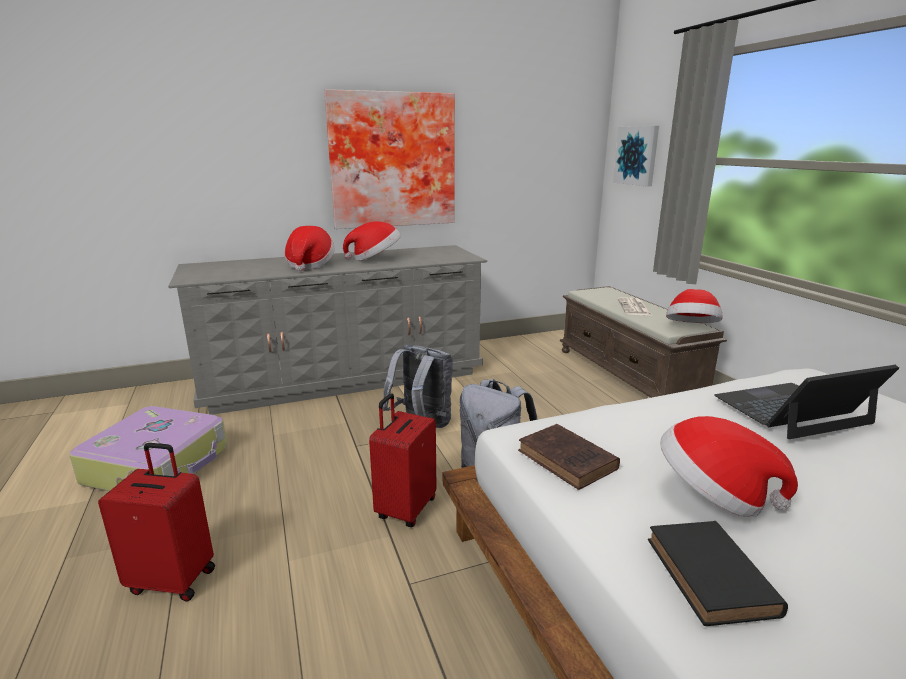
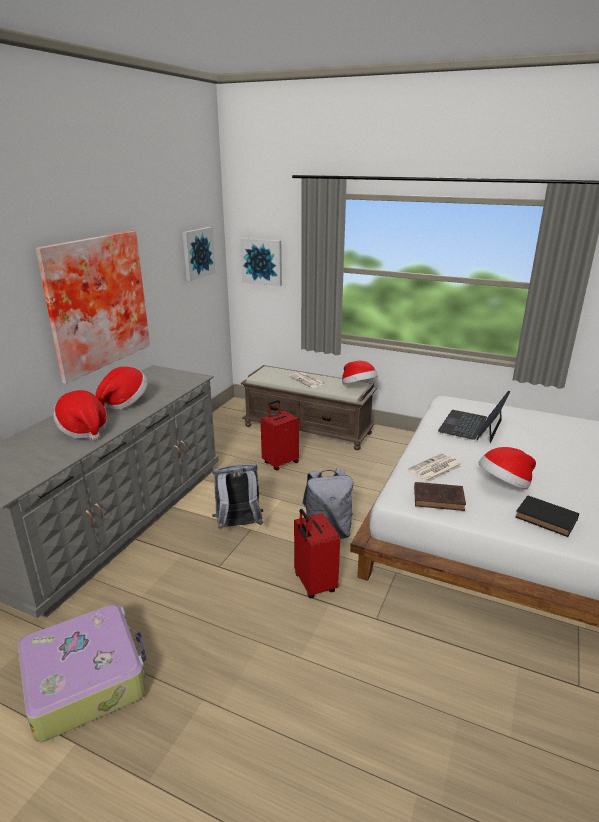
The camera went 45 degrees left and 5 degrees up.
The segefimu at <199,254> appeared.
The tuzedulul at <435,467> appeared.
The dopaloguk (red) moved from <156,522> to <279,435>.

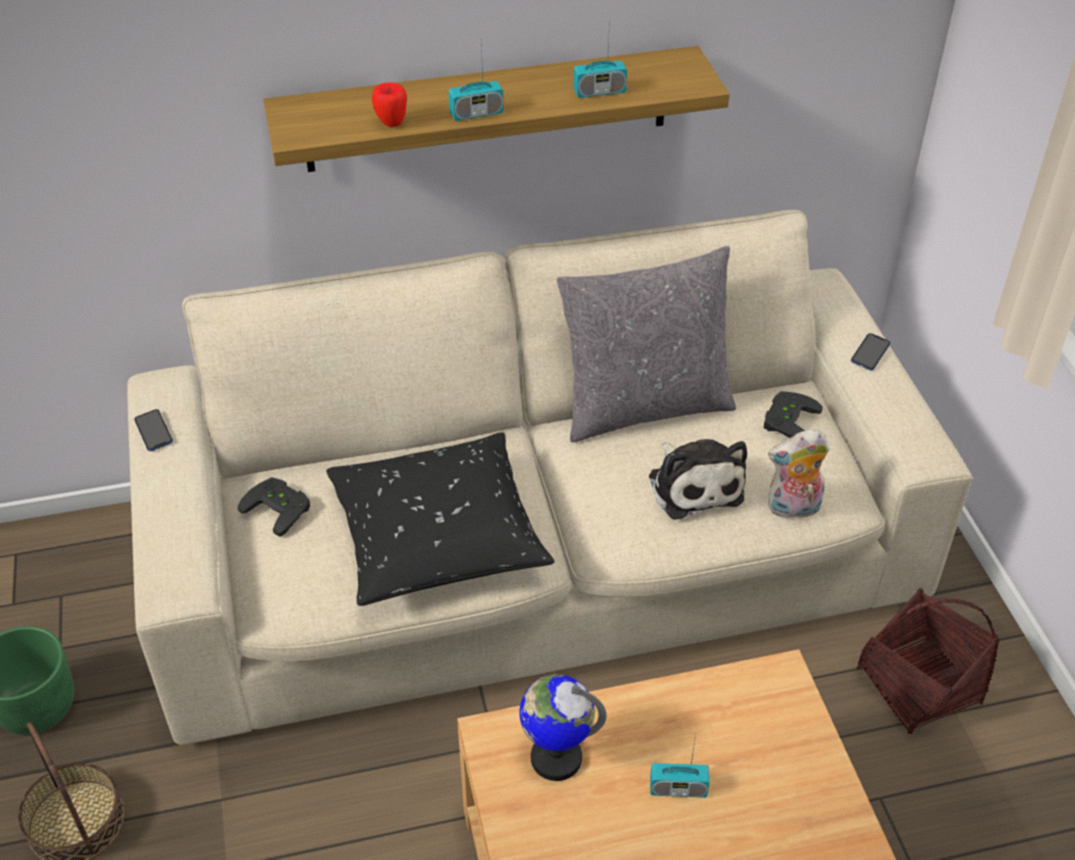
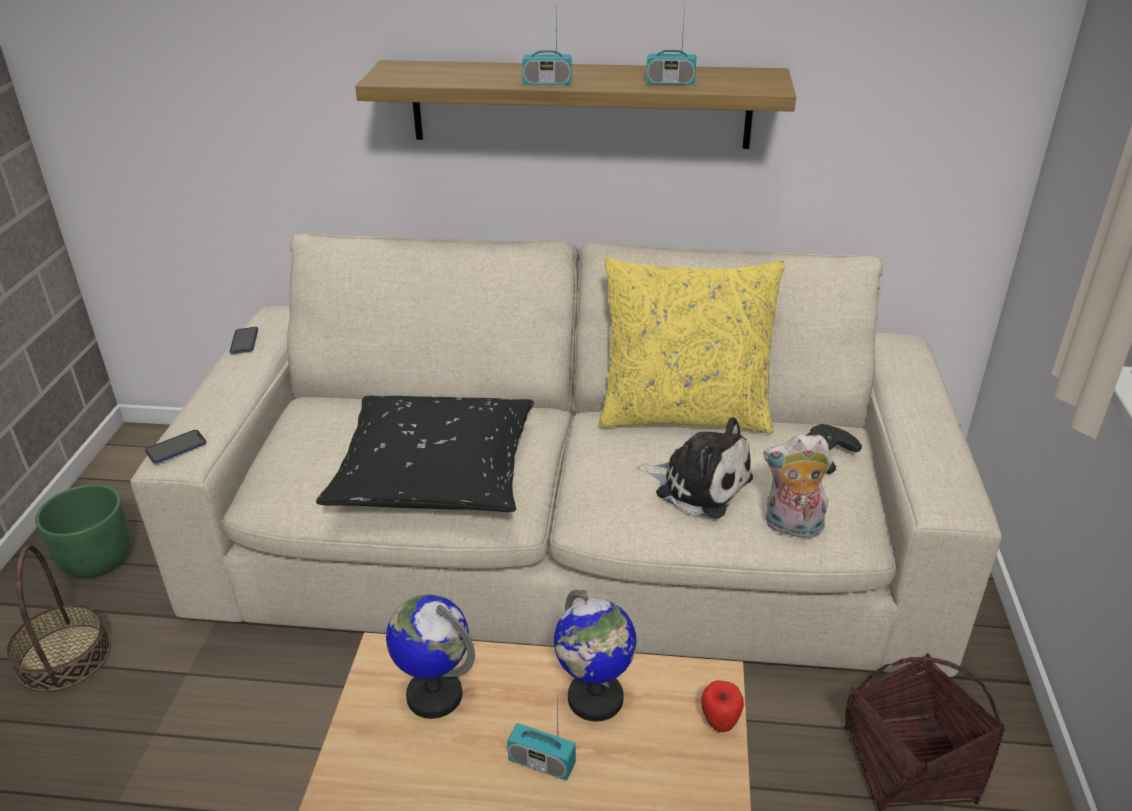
The camera went 20 degrees right and 10 degrees down.
The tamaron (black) at <274,507> disappeared.
The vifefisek at <595,656> appeared.
The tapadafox moved from <389,105> to <722,706>.
The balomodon moved from <870,351> to <175,447>.
The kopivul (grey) at <646,344> became the kopivul (yellow) at <692,346>.
The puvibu at <698,479> turned 60 degrees counterclockwise.

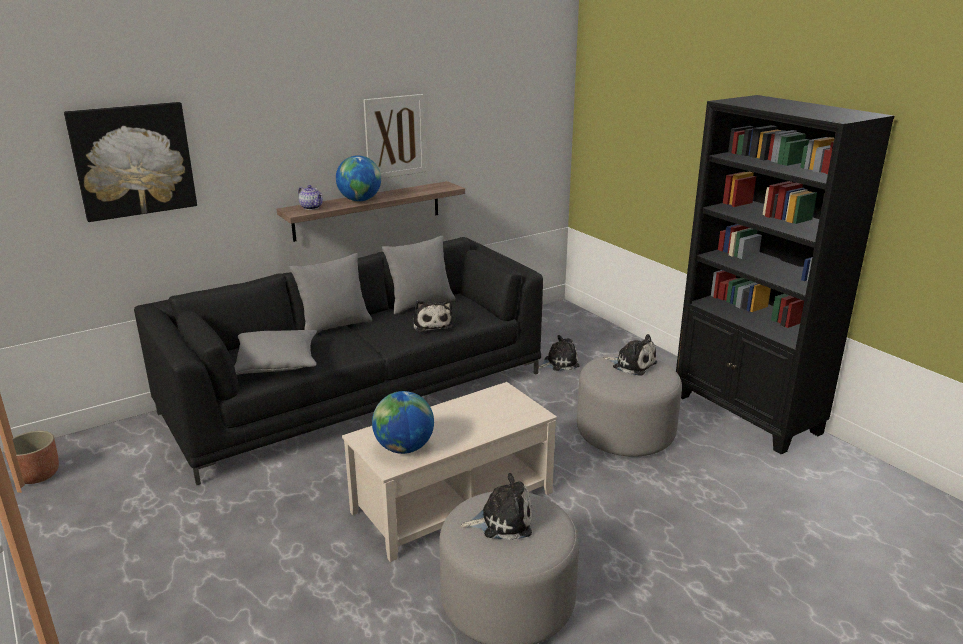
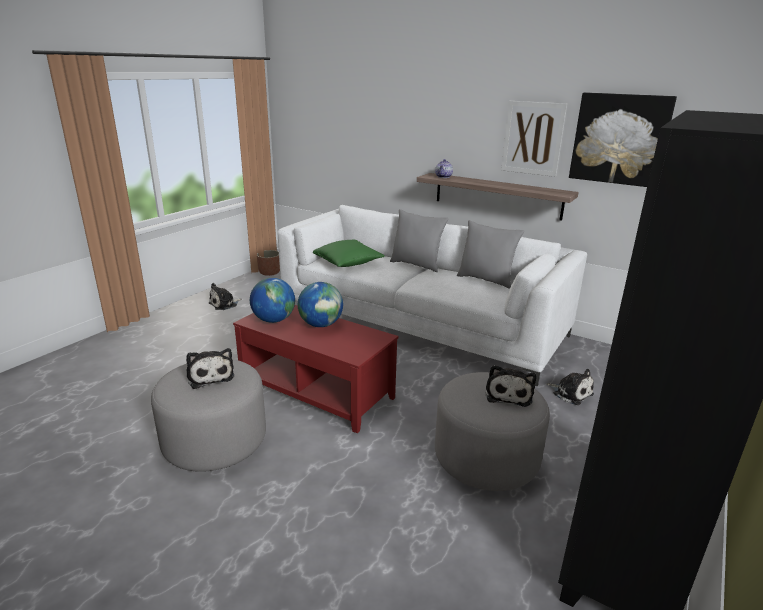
The camera went 65 degrees right and 0 degrees up.
The segefimu moved from <130,162> to <623,139>.
The vifefisek moved from <358,178> to <320,304>.
The puvibu moved from <433,316> to <225,296>.
The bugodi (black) at <338,361> became the bugodi (white) at <432,295>.
The kopivul (grey) at <275,352> became the kopivul (green) at <349,253>.
The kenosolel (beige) at <449,472> became the kenosolel (red) at <315,369>.

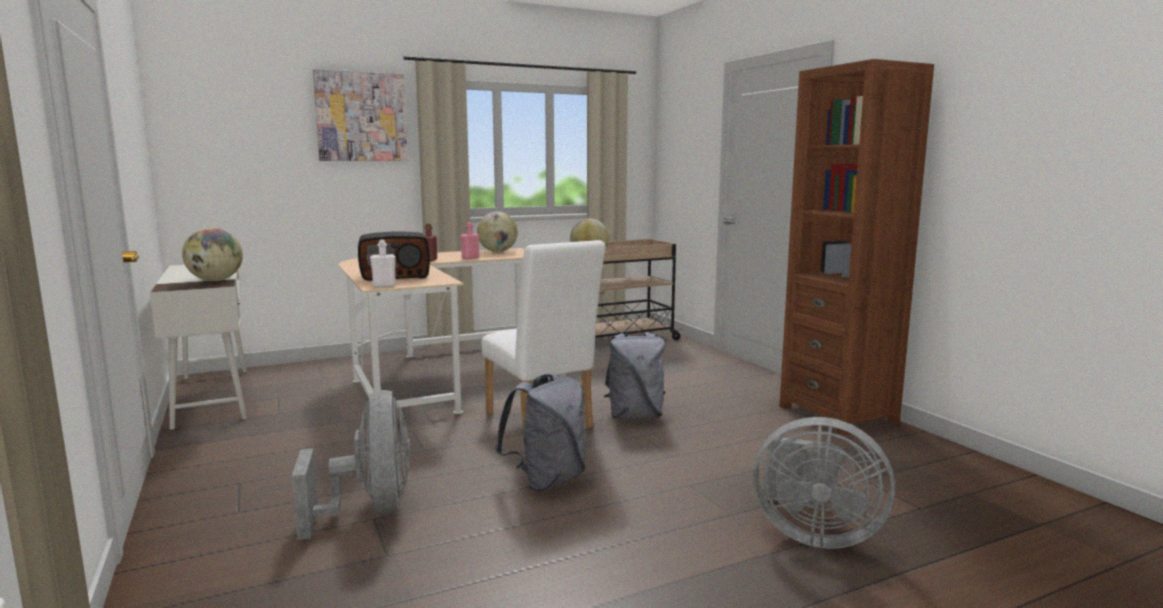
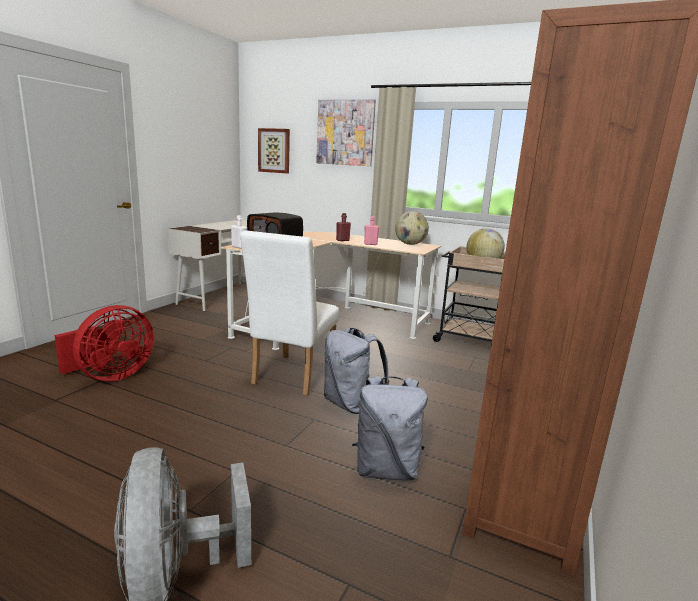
The camera went 50 degrees right and 5 degrees up.
The vifefisek at <212,254> disappeared.
The segefimu at <274,151> appeared.
The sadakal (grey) moved from <540,433> to <389,428>.
The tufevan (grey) at <351,465> became the tufevan (red) at <104,343>.

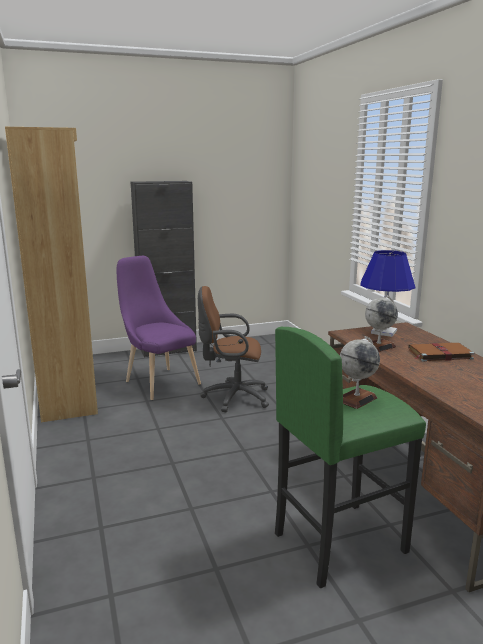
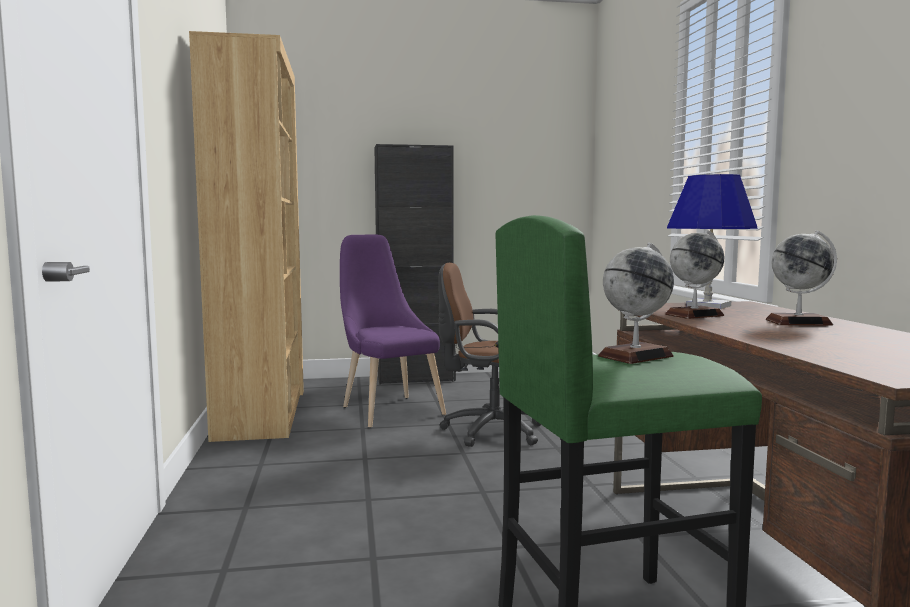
The camera went 10 degrees right and 10 degrees down.
The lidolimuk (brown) at <441,352> was replaced by the vifefisek at <801,278>.

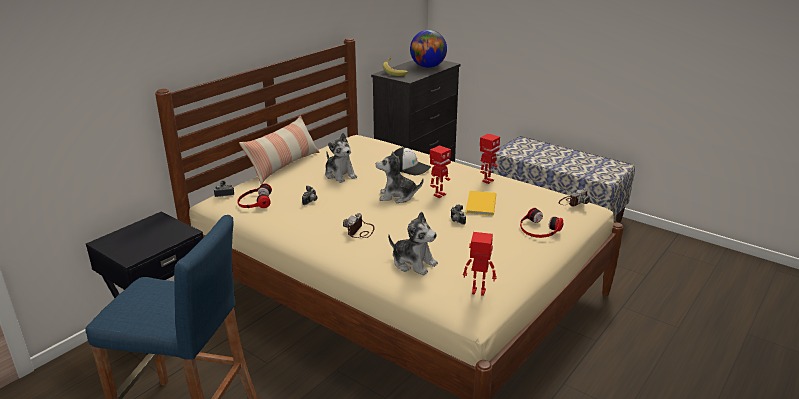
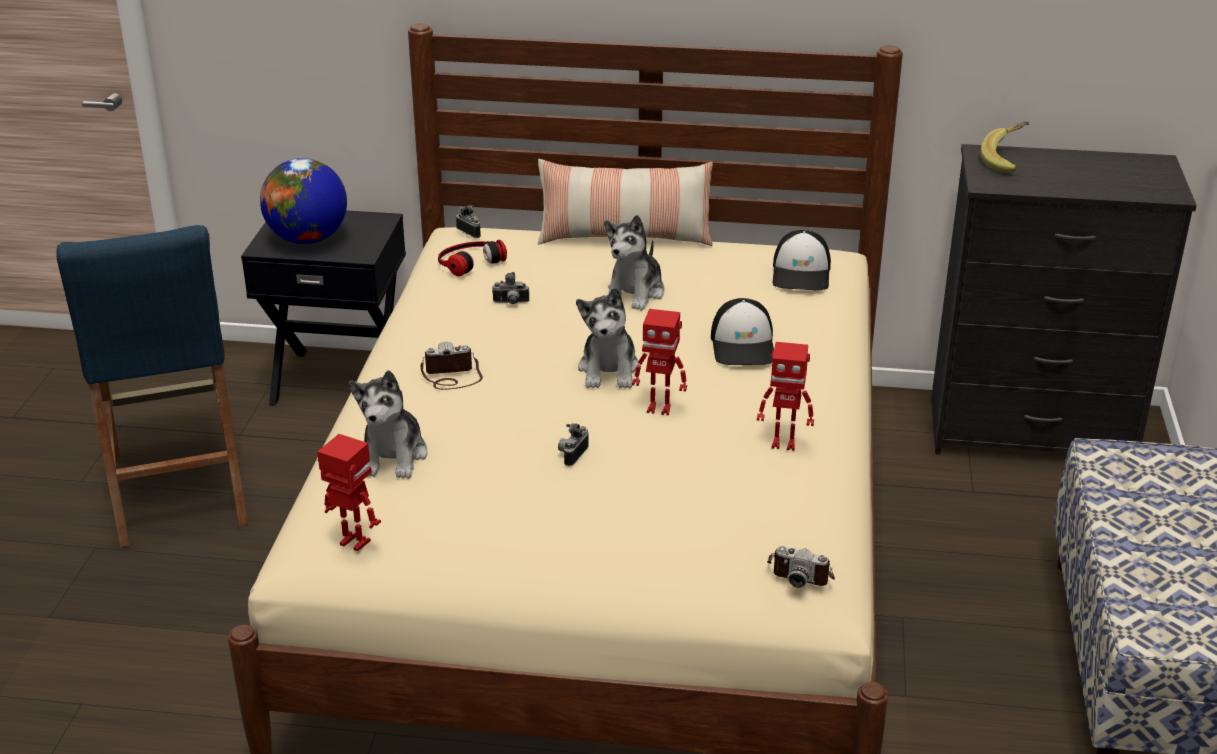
The camera went 60 degrees right and 5 degrees up.
The lidolimuk (yellow) at <481,203> disappeared.
The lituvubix at <542,223> disappeared.
The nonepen at <802,260> appeared.
The vifefisek moved from <428,49> to <303,201>.
The puvibu at <400,177> turned 150 degrees counterclockwise.
The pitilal at <480,264> turned 45 degrees counterclockwise.

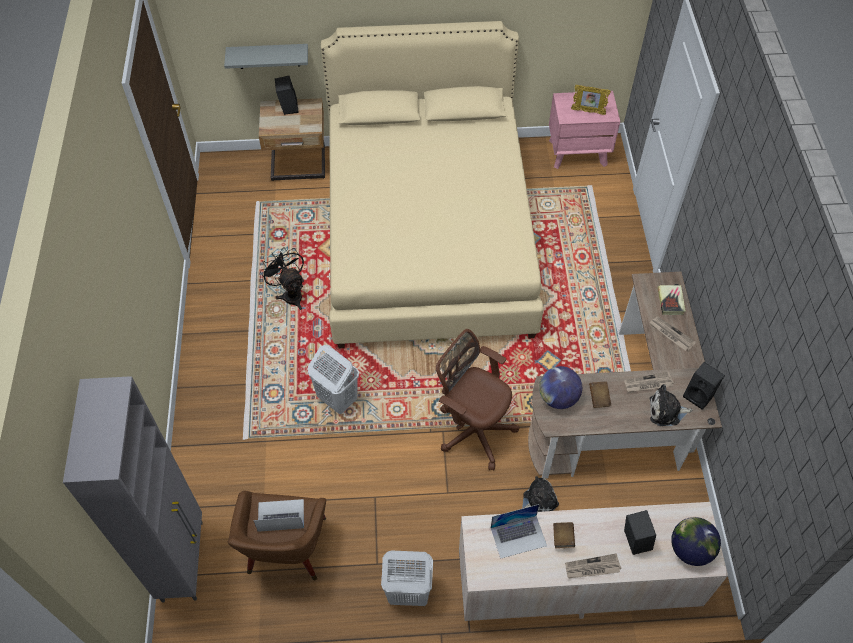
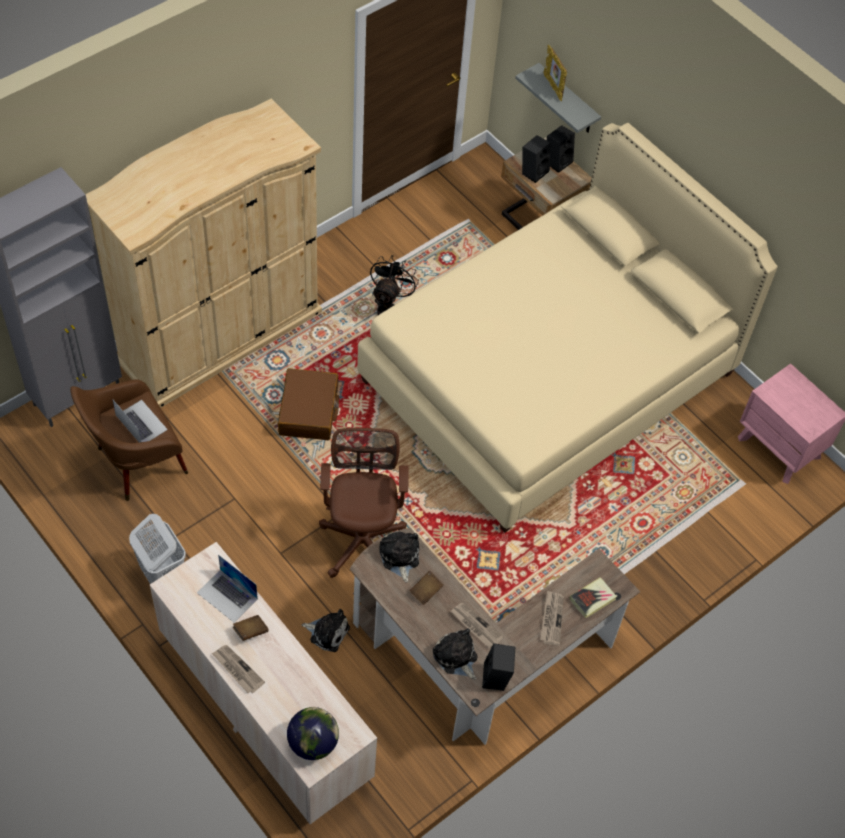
The camera went 50 degrees right and 0 degrees up.
The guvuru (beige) at <204,253> appeared.
The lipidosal moved from <591,100> to <555,73>.
The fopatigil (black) moved from <640,532> to <536,159>.
The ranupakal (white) at <333,379> was replaced by the dopaloguk (brown) at <308,404>.
The vifefisek at <560,387> was replaced by the puvibu at <399,556>.

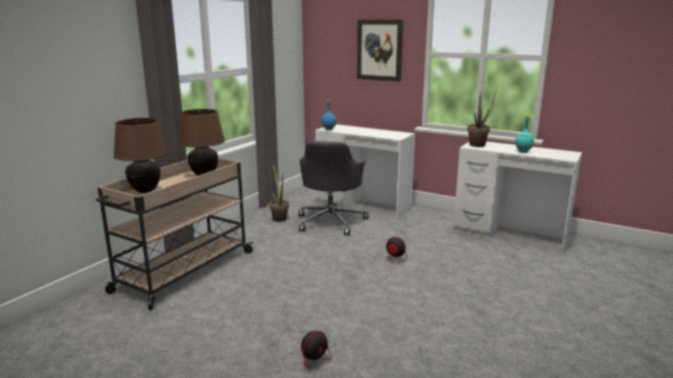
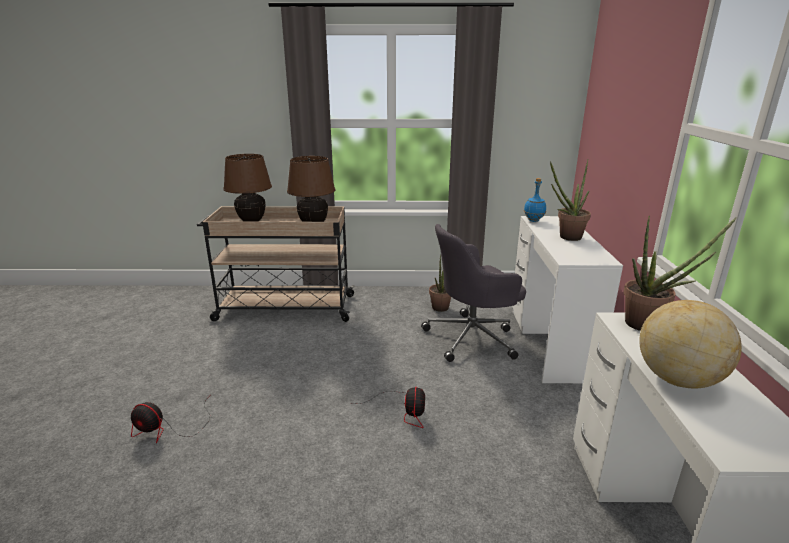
The camera went 60 degrees right and 5 degrees up.
The segefimu at <380,51> disappeared.
The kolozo at <570,200> appeared.
The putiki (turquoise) at <524,134> was replaced by the vifefisek at <690,344>.

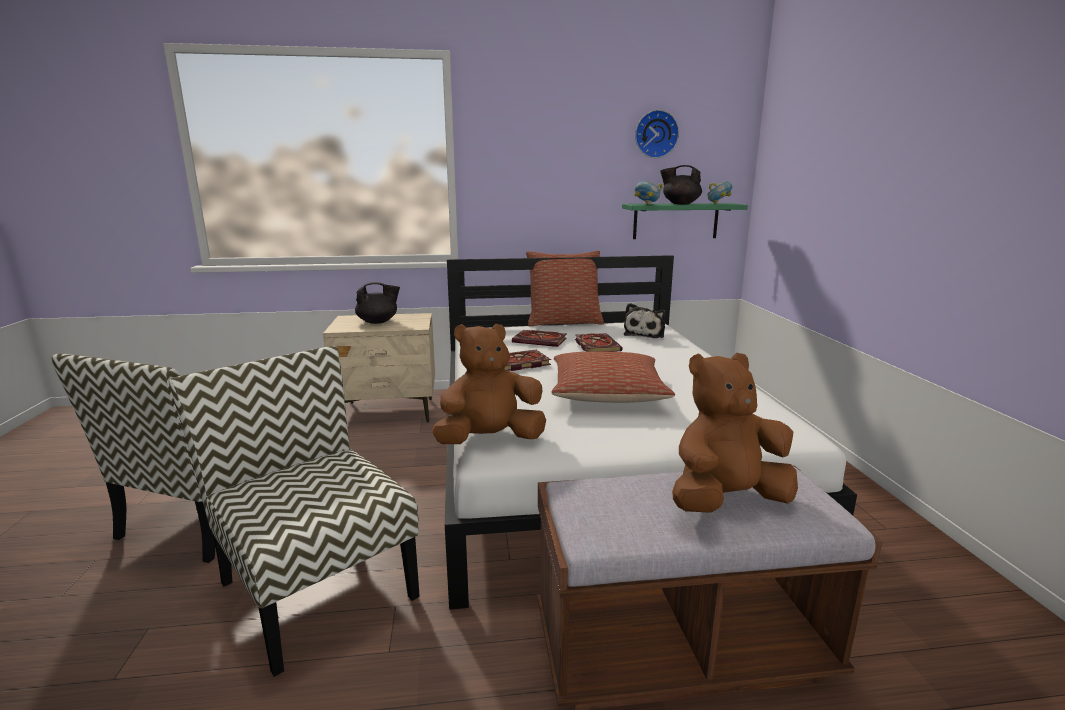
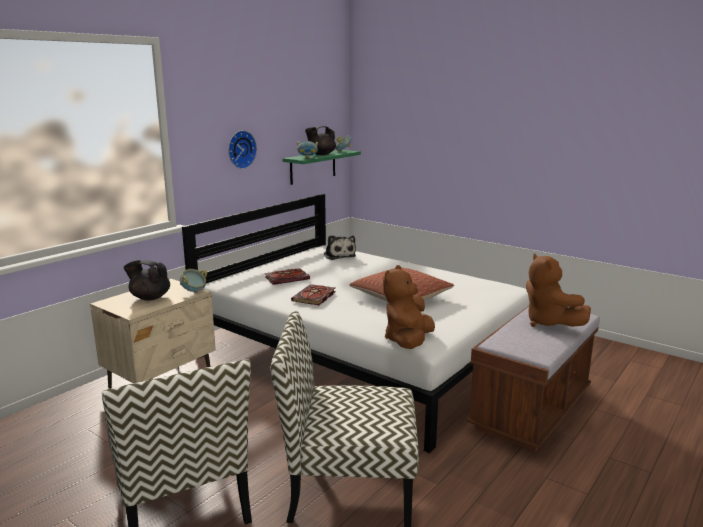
The camera went 45 degrees left and 0 degrees up.
The kopivul at <565,288> disappeared.
The lidolimuk at <599,342> disappeared.
The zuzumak at <193,281> appeared.
The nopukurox moved from <657,134> to <242,149>.
The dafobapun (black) at <377,303> turned 105 degrees counterclockwise.
The puvibu (brown) at <735,433> turned 45 degrees counterclockwise.

